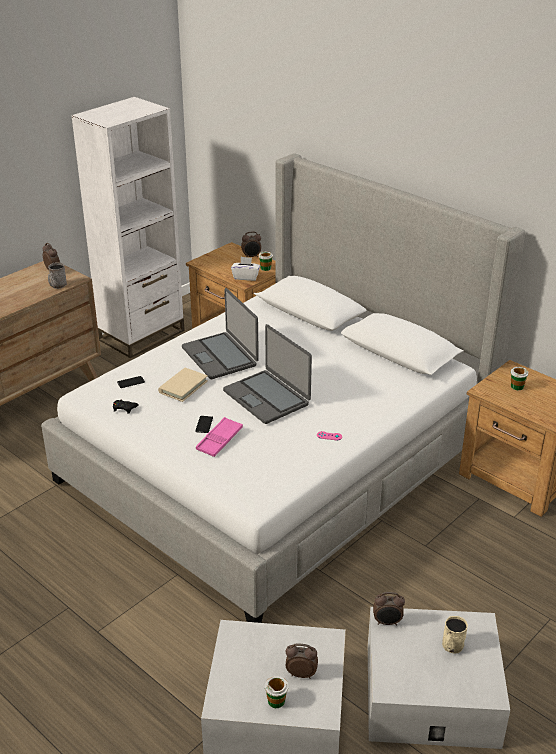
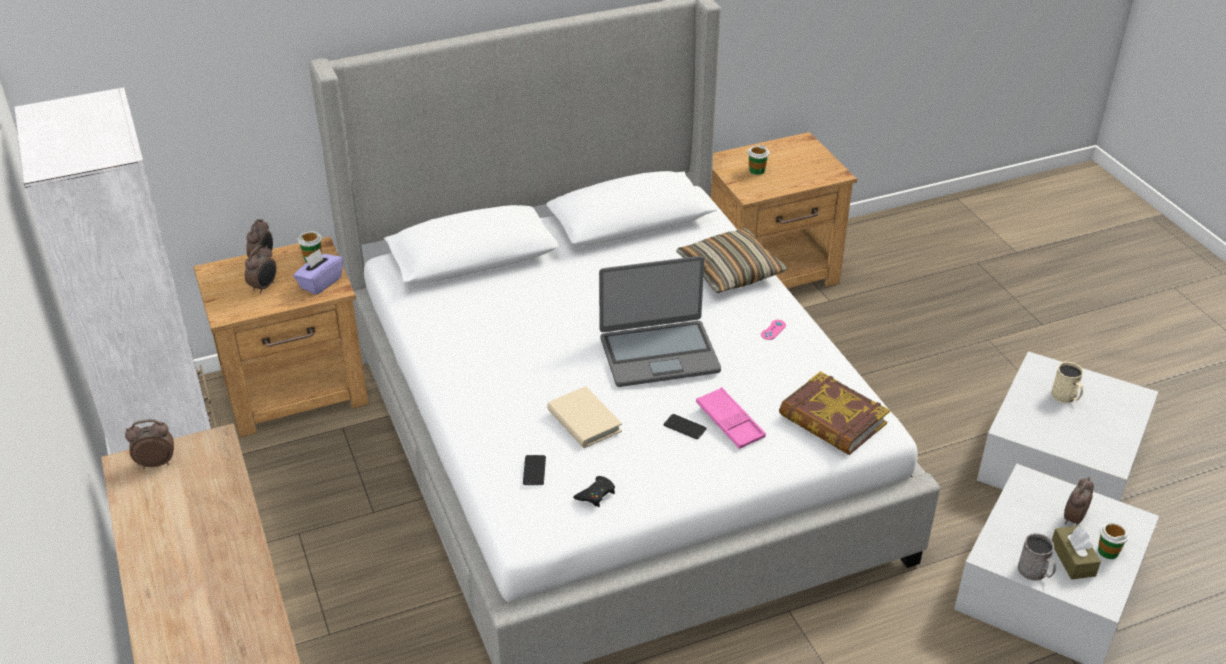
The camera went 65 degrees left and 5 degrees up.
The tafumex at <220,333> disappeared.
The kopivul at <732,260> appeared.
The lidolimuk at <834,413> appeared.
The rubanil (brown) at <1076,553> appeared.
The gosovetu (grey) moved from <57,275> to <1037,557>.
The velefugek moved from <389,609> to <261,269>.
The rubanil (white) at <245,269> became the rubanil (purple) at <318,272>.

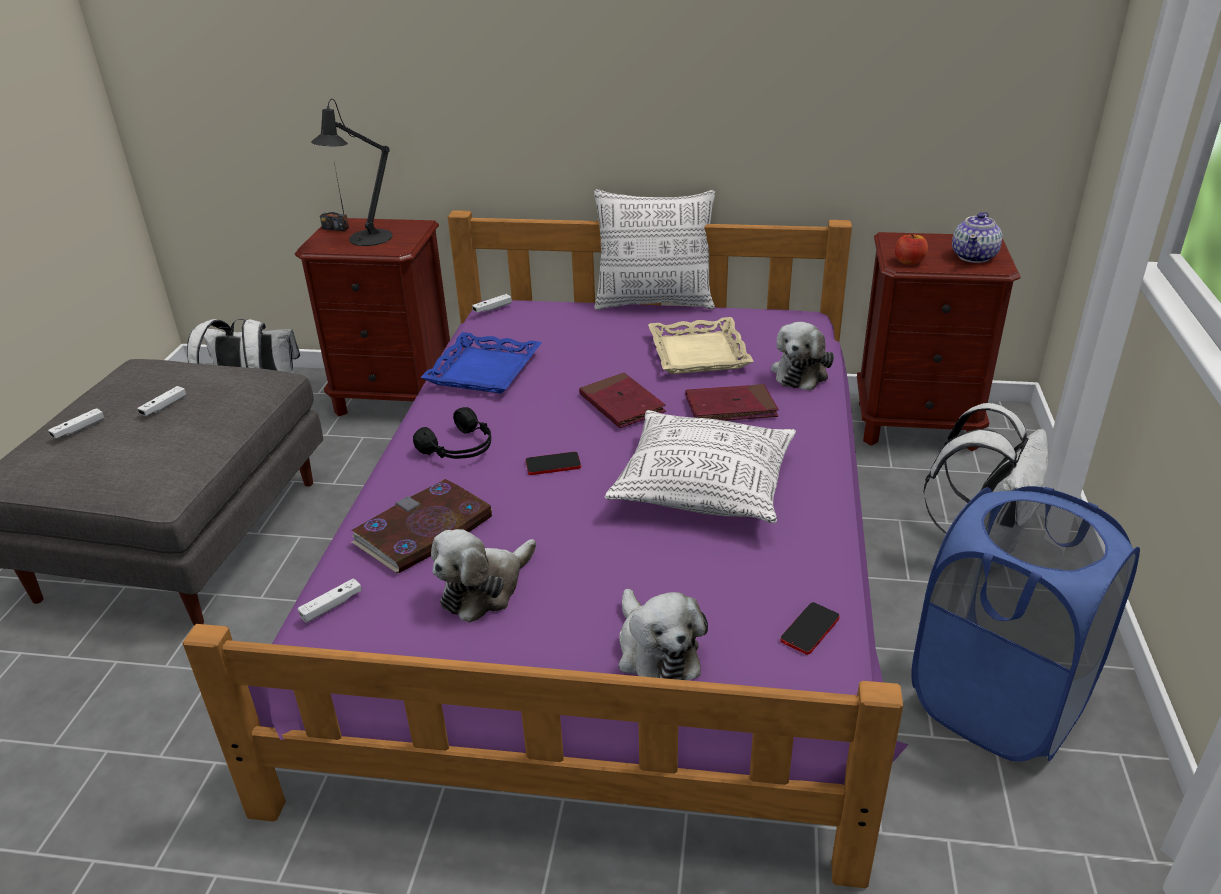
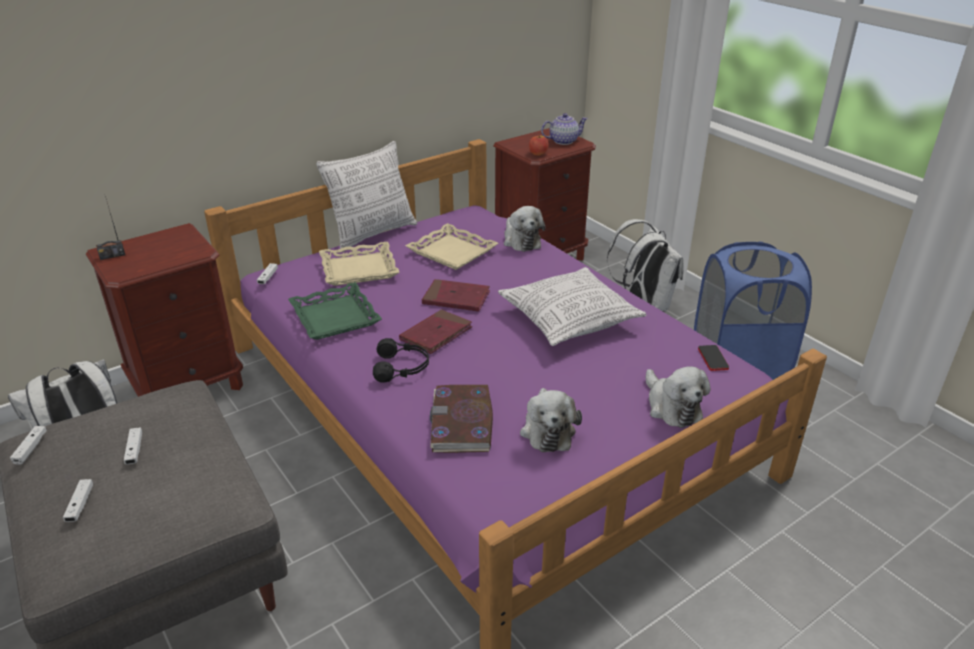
The camera went 45 degrees left and 0 degrees up.
The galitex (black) at <352,172> disappeared.
The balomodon at <553,463> disappeared.
The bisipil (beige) at <359,264> appeared.
The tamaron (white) moved from <330,600> to <28,445>.
The lidolimuk (red) moved from <732,402> to <435,332>.
The bisipil (blue) at <481,363> became the bisipil (green) at <335,311>.
The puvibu at <663,634> turned 45 degrees clockwise.
The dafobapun at <977,237> turned 90 degrees counterclockwise.

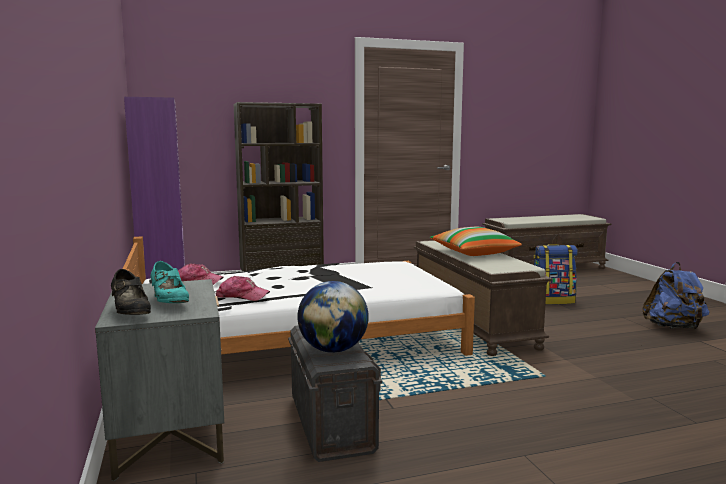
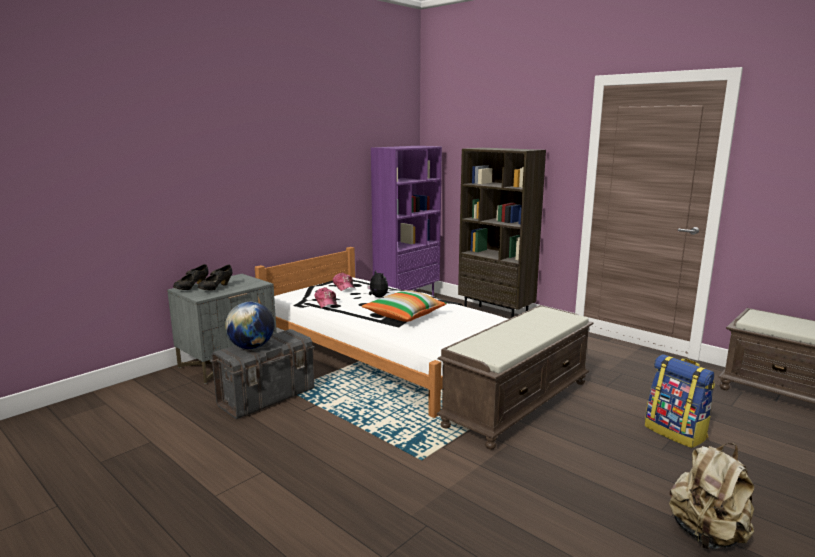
The camera went 60 degrees right and 5 degrees up.
The puvibu at <377,283> appeared.
The kopivul moved from <476,241> to <404,306>.
The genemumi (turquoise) at <169,282> became the genemumi (black) at <215,277>.
The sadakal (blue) at <675,296> became the sadakal (beige) at <711,496>.

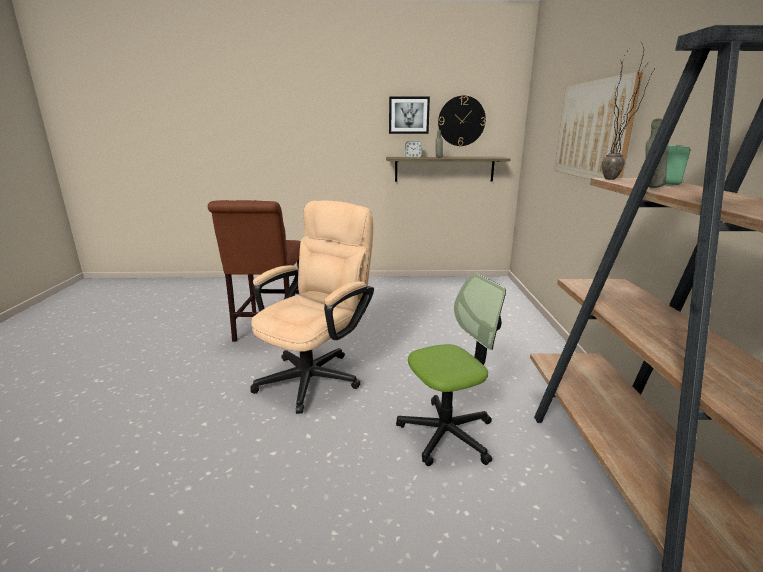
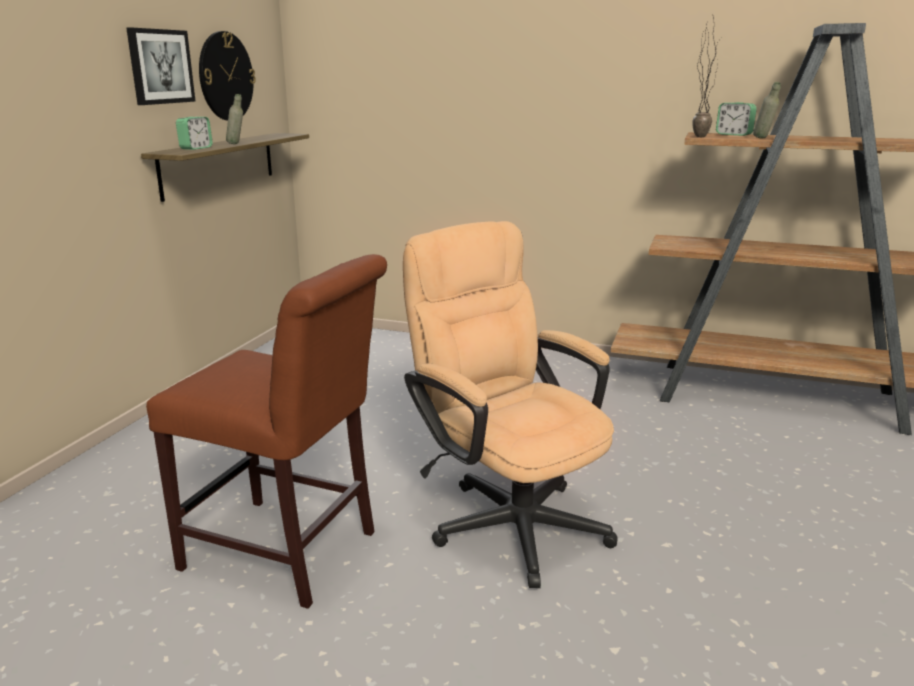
The camera went 70 degrees left and 0 degrees up.
The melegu at <451,370> disappeared.
The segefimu at <598,126> disappeared.

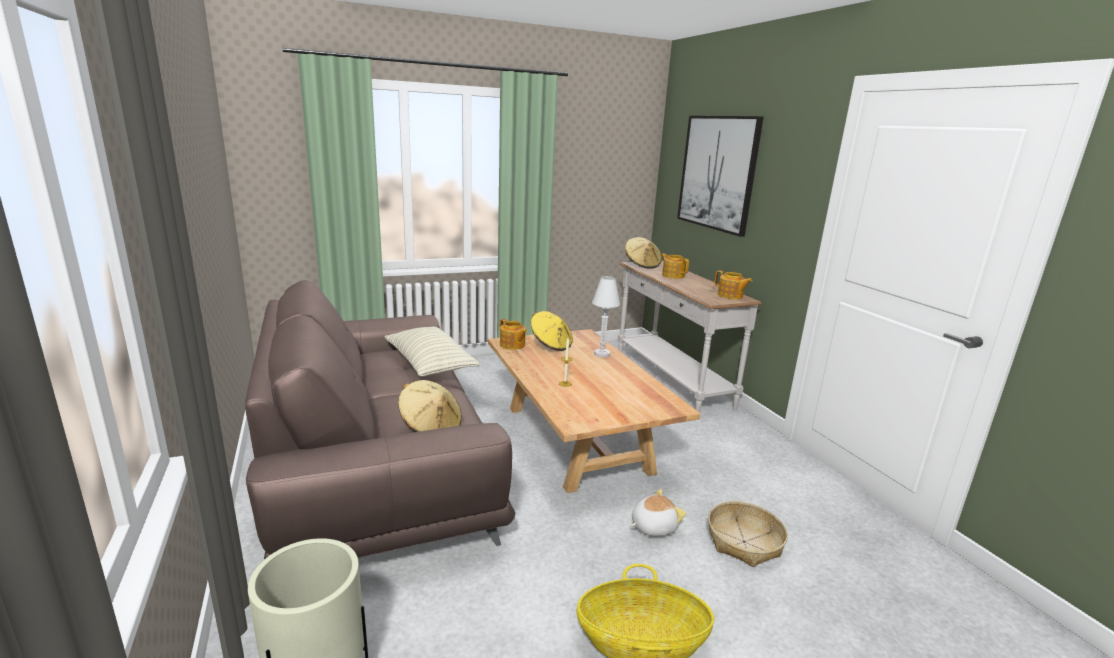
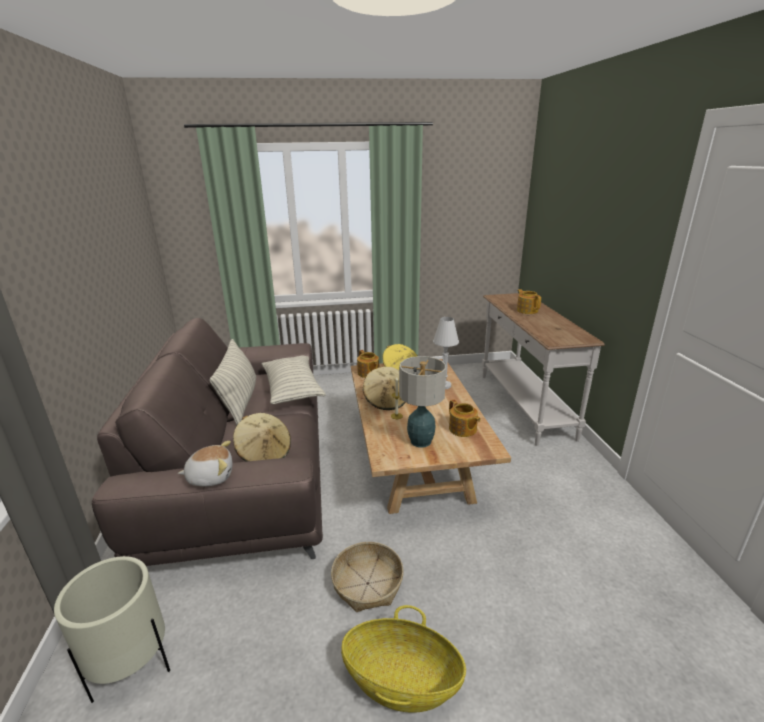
The camera went 15 degrees right and 5 degrees up.
The segefimu at <720,176> disappeared.
The kopivul at <232,382> appeared.
The galitex at <422,402> appeared.
The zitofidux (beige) moved from <643,253> to <384,388>.
The puvibu moved from <658,512> to <205,464>.
The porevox moved from <748,534> to <367,577>.
The dafobapun moved from <733,285> to <465,418>.

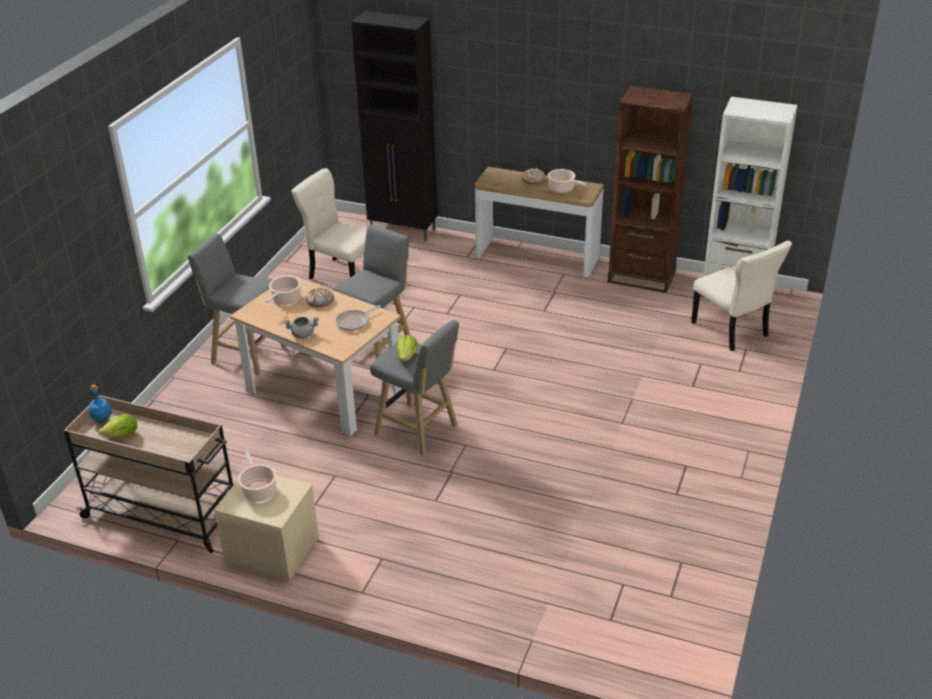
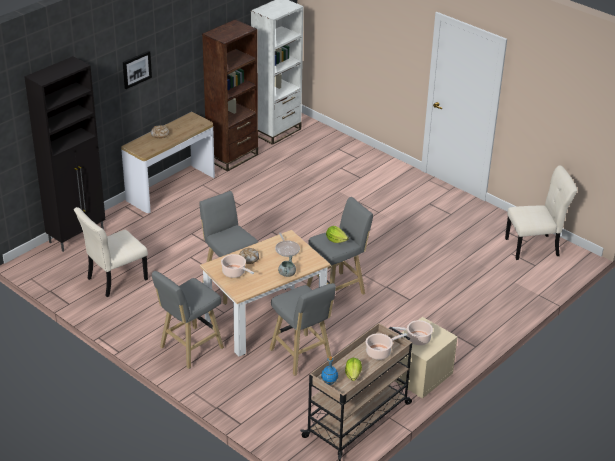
The camera went 70 degrees left and 0 degrees up.
The segefimu at <137,70> appeared.
The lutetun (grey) at <302,329> appeared.
The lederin moved from <567,181> to <386,346>.
The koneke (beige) moved from <741,296> to <541,213>.

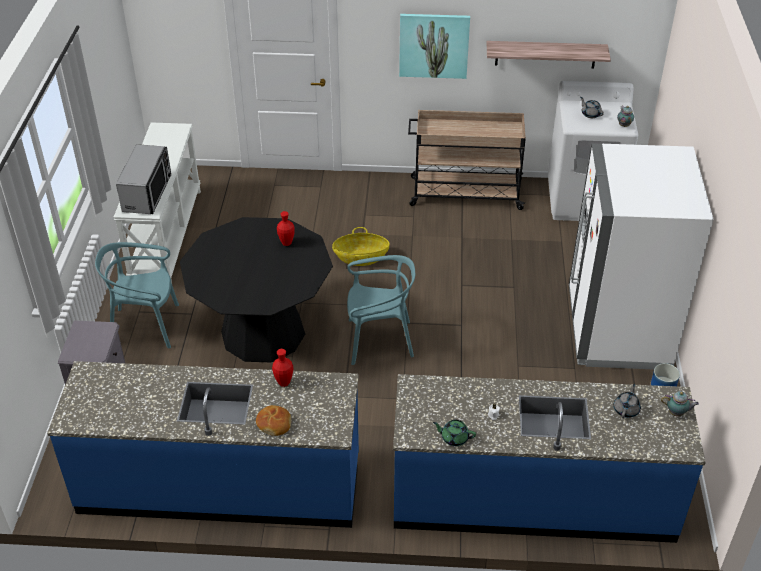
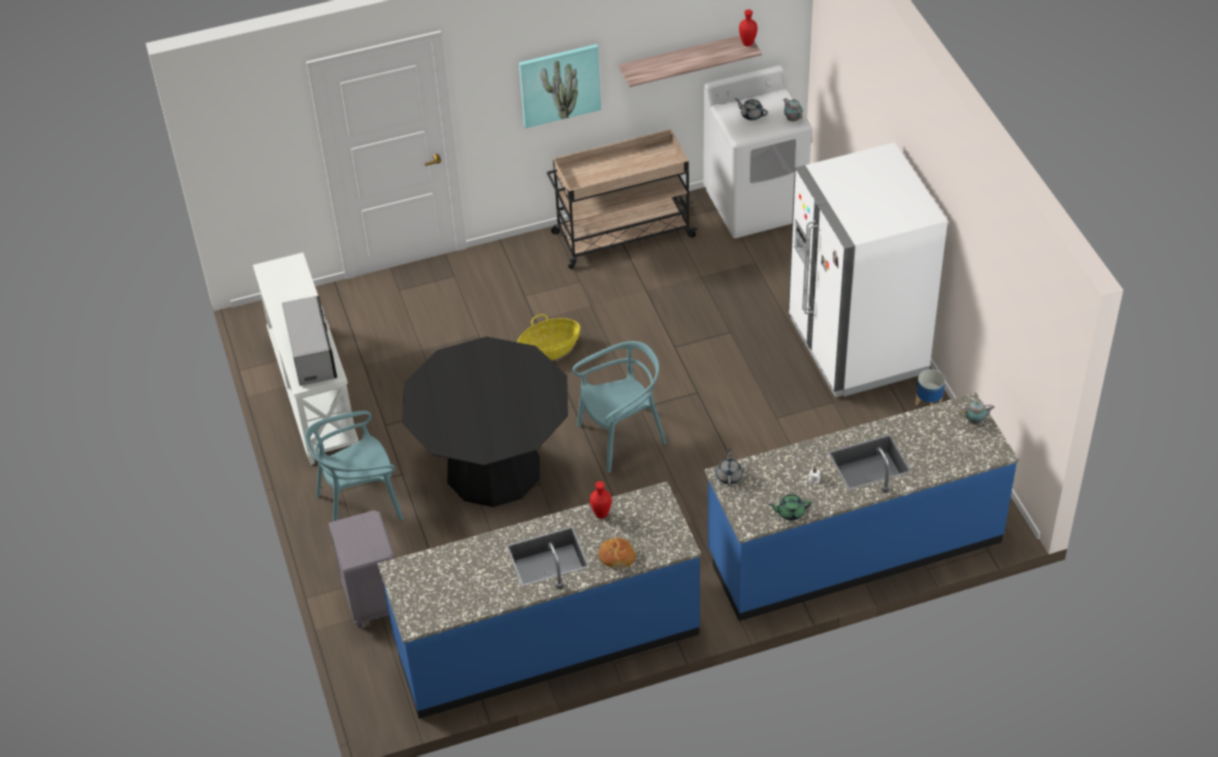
The camera went 20 degrees left and 5 degrees up.
The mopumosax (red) moved from <286,228> to <748,28>.
The dafobapun (grey) moved from <627,401> to <729,467>.

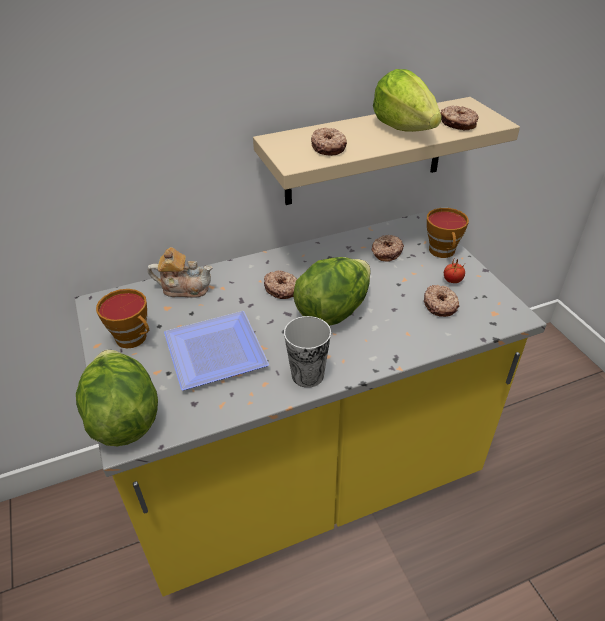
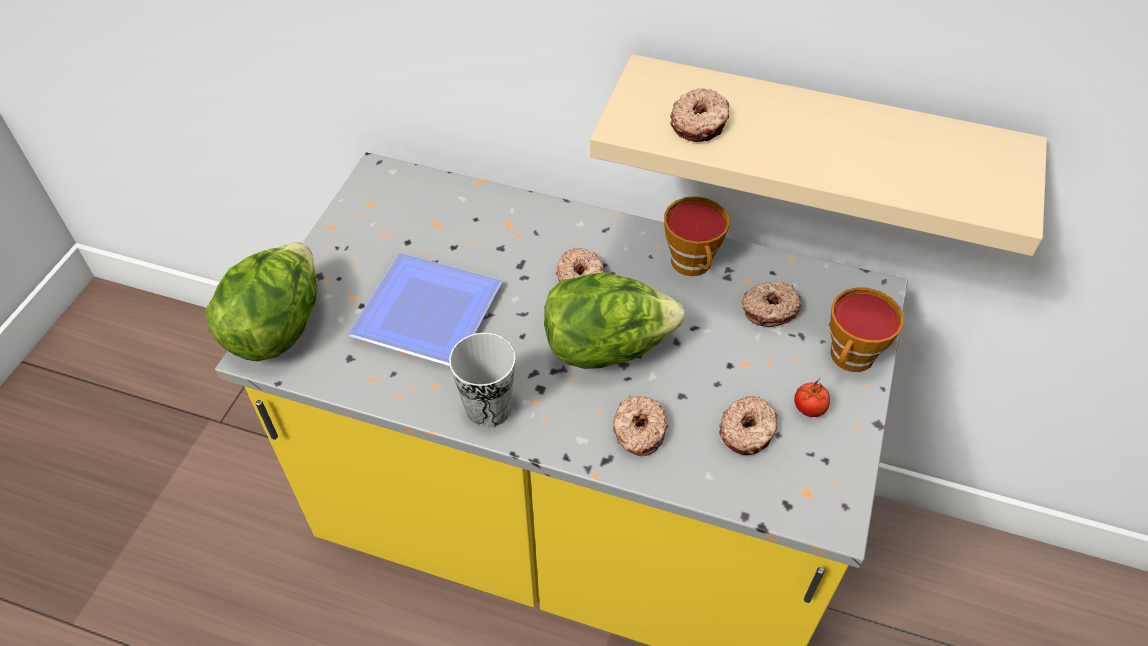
The camera went 40 degrees right and 10 degrees up.
The dafobapun at <180,272> disappeared.
The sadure at <407,100> disappeared.
The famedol moved from <122,318> to <697,236>.
The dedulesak moved from <460,117> to <640,425>.

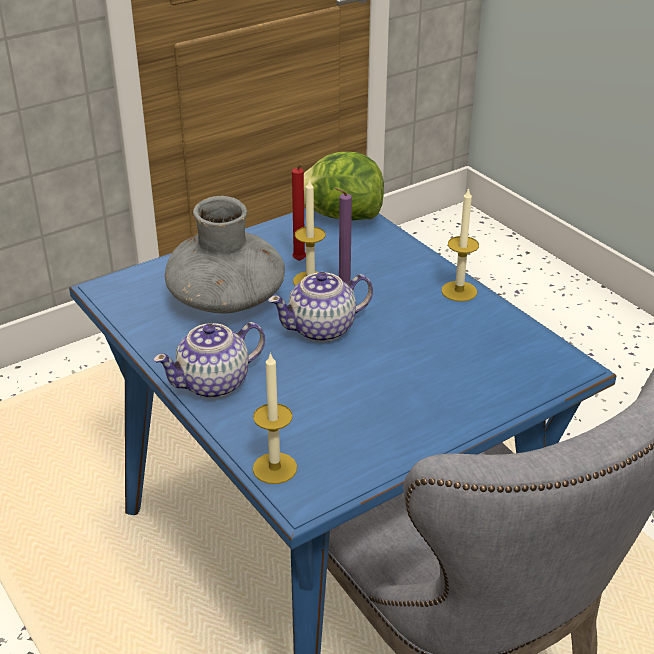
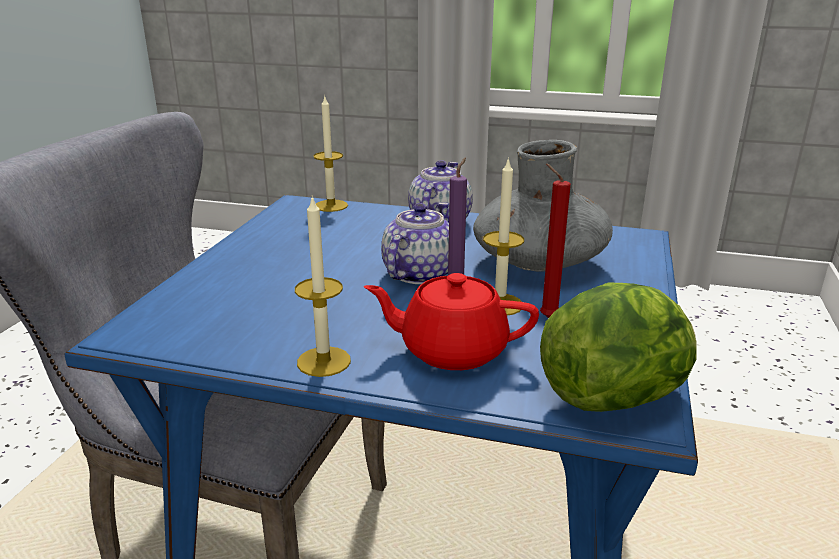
The camera went 140 degrees right and 10 degrees down.
The dafobapun (red) at <451,321> appeared.

